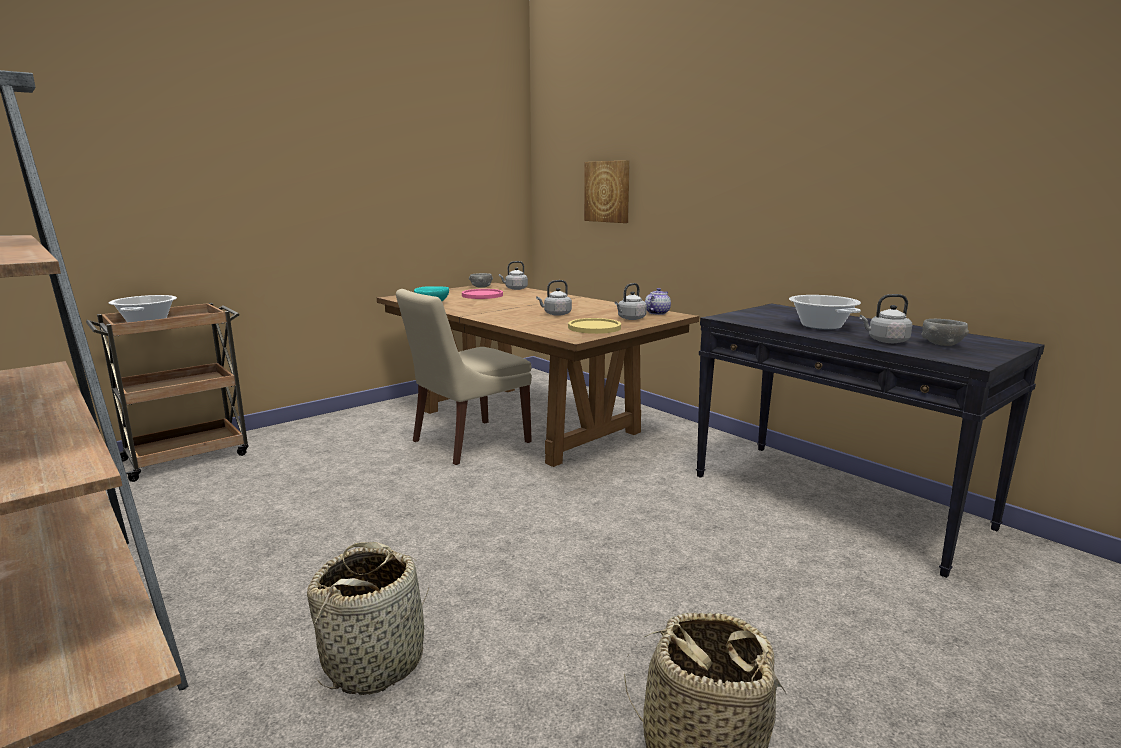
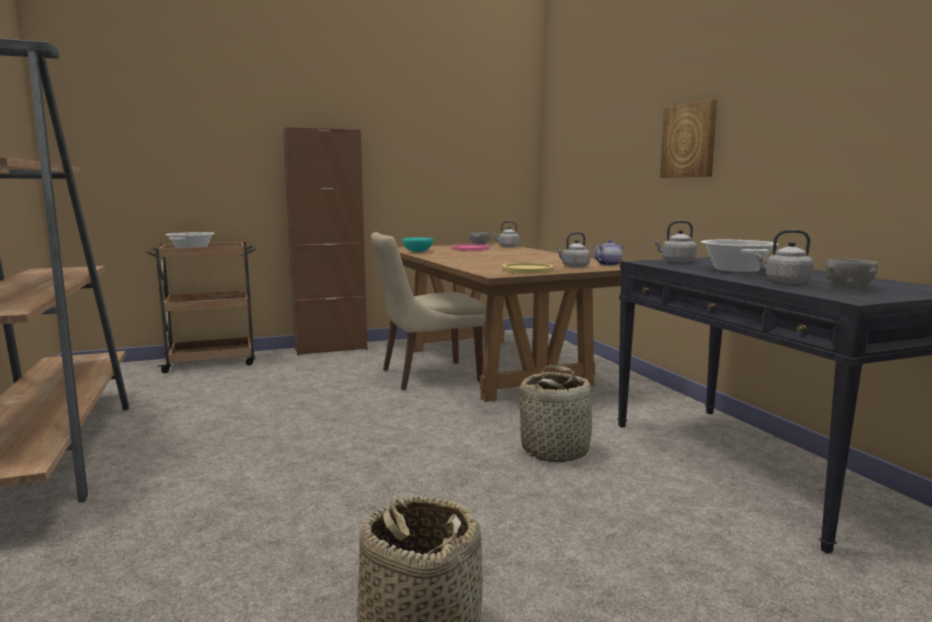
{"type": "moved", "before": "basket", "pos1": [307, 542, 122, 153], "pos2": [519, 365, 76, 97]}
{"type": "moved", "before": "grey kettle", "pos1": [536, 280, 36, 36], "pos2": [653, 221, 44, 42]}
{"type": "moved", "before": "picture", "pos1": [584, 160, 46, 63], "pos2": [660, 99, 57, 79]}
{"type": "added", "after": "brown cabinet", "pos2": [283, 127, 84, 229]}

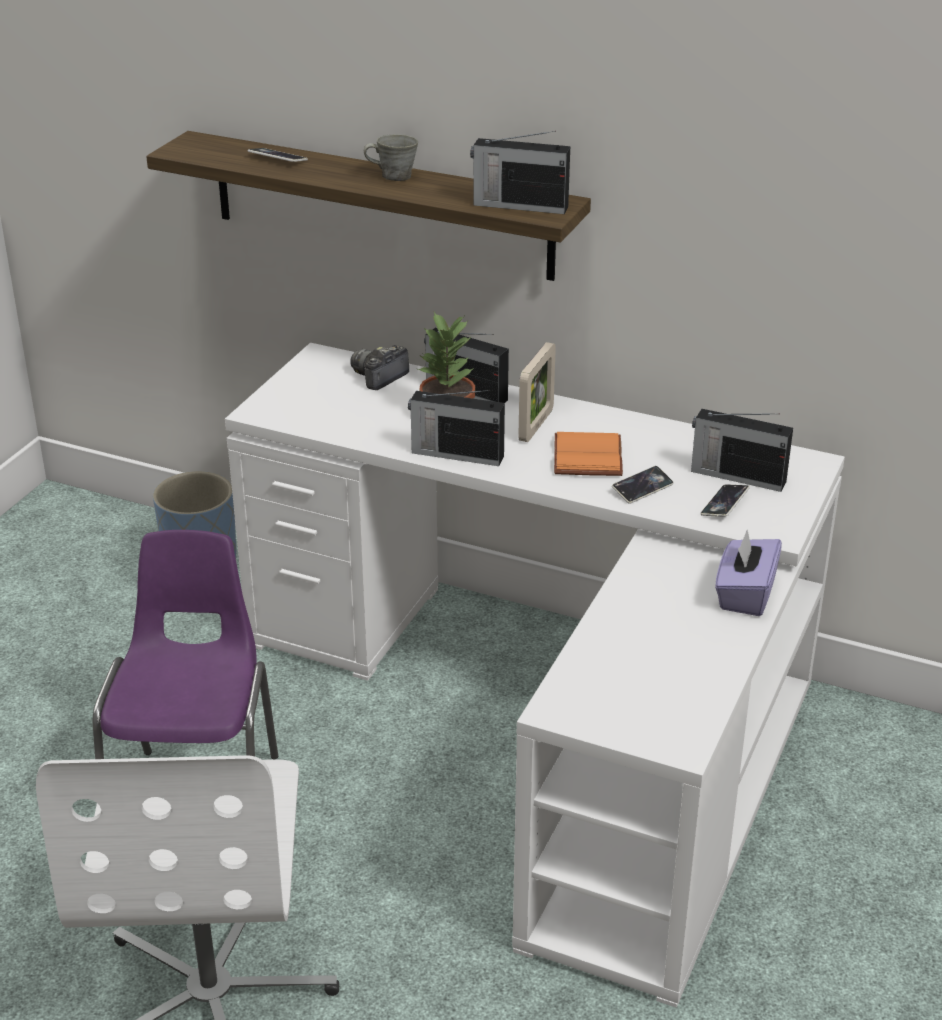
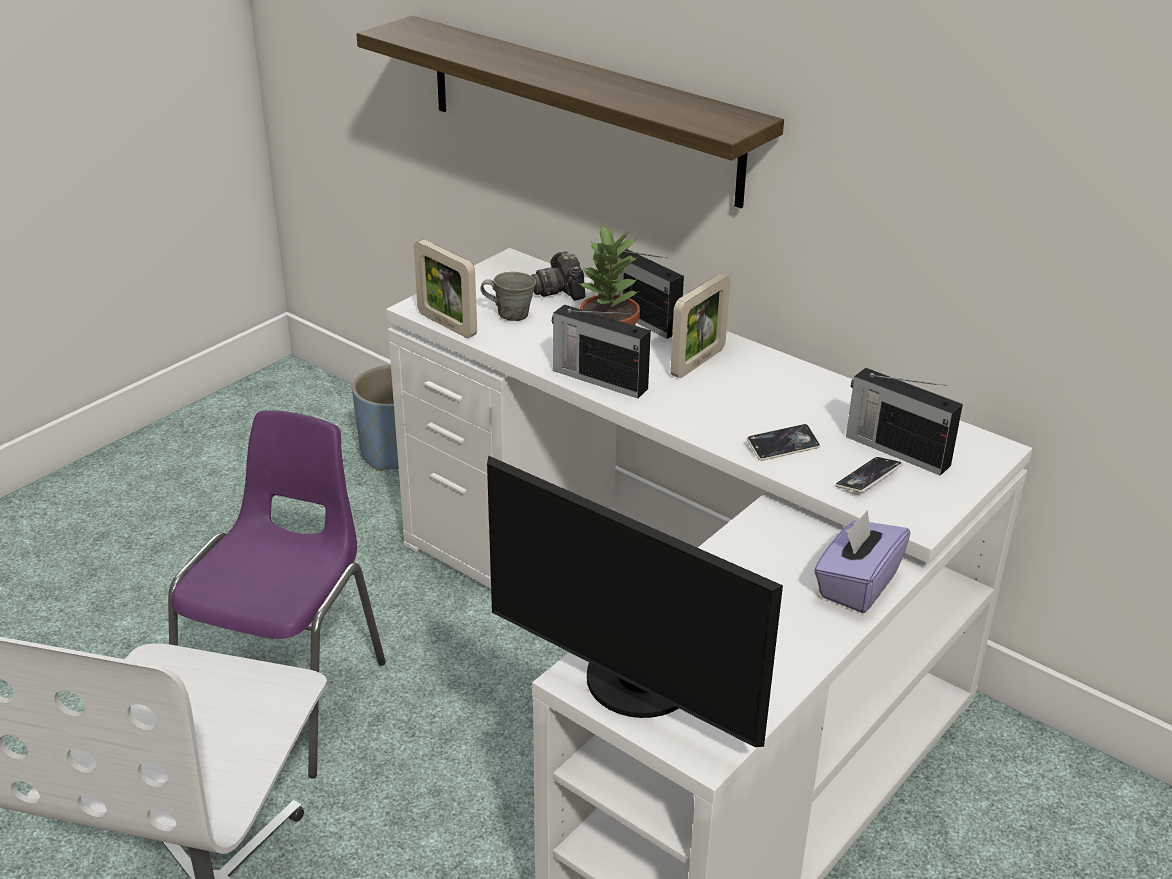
{"type": "removed", "before": "phone", "pos1": [248, 148, 60, 14]}
{"type": "turned", "before": "photo camera", "pos1": [350, 345, 59, 45], "pos2": [531, 251, 54, 50], "turn": -75}
{"type": "moved", "before": "grey mug", "pos1": [364, 134, 54, 47], "pos2": [480, 272, 56, 49]}
{"type": "removed", "before": "radio", "pos1": [470, 131, 100, 83]}
{"type": "removed", "before": "orange book", "pos1": [554, 432, 69, 44]}
{"type": "added", "after": "picture frame", "pos2": [414, 239, 63, 99]}
{"type": "added", "after": "monitor", "pos2": [487, 455, 296, 292]}

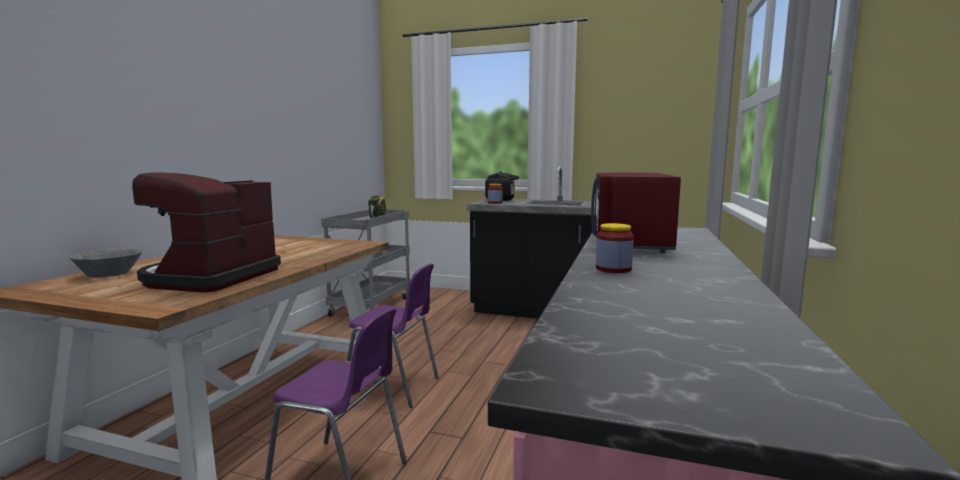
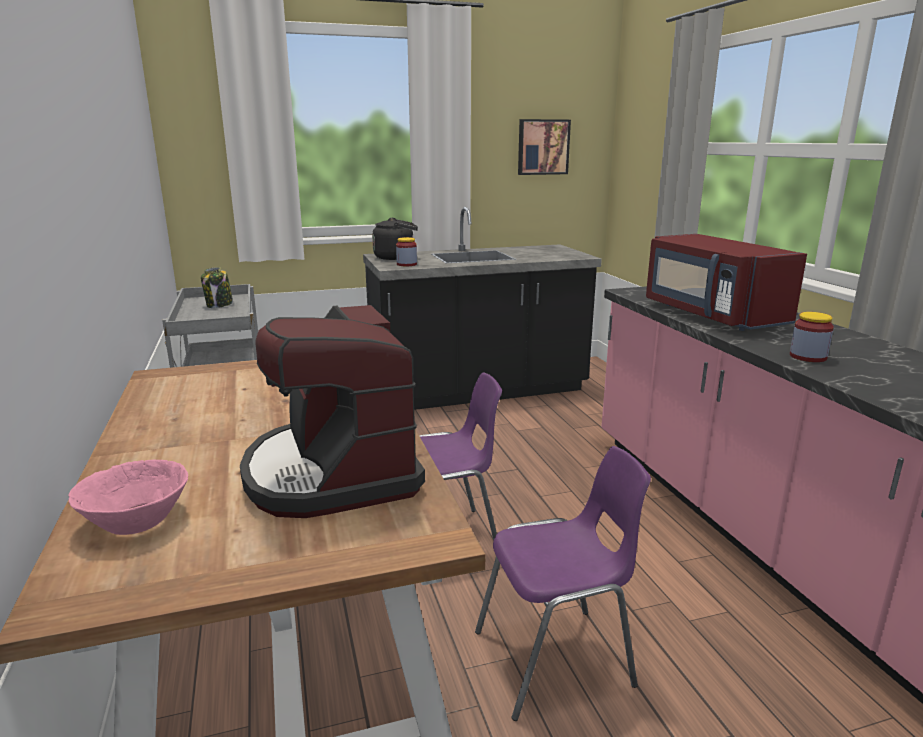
{"type": "recoloured", "before": "grey bowl", "after": "pink bowl", "pos1": [69, 248, 73, 30], "pos2": [68, 460, 120, 75]}
{"type": "added", "after": "picture", "pos2": [518, 119, 53, 56]}

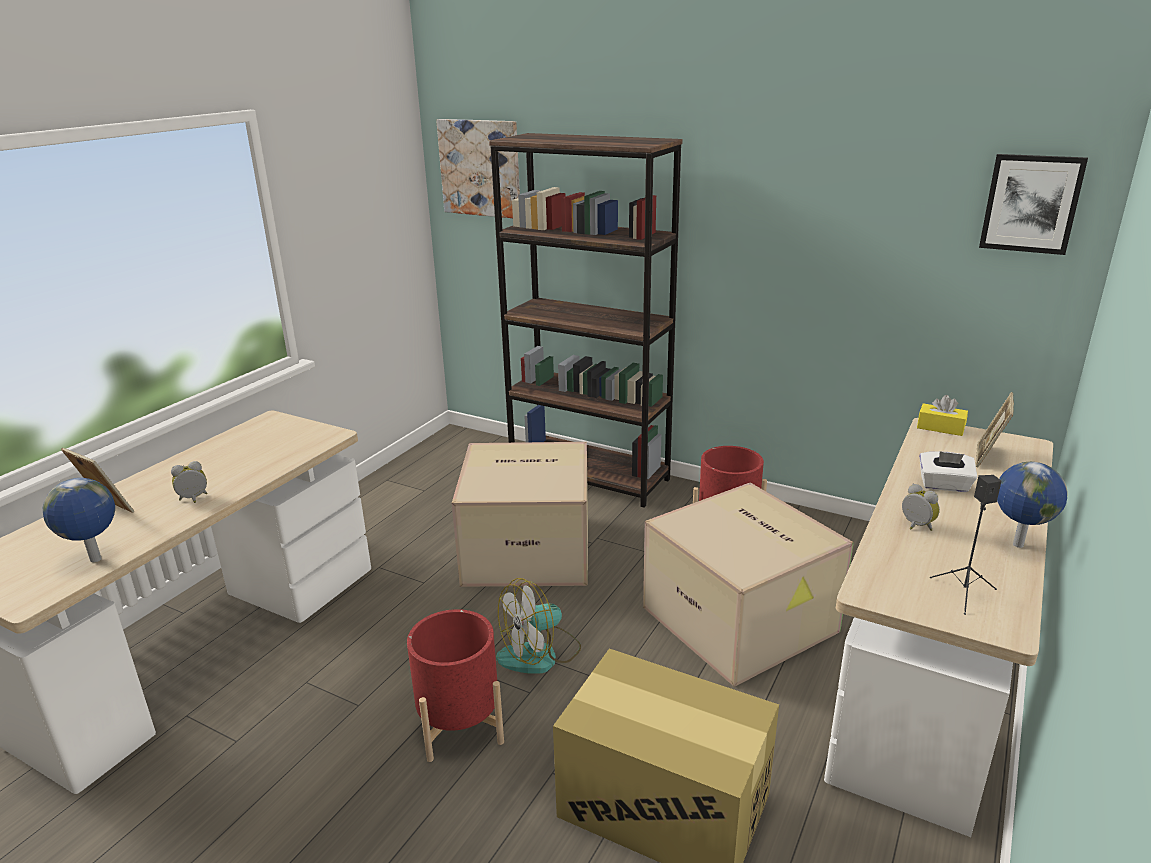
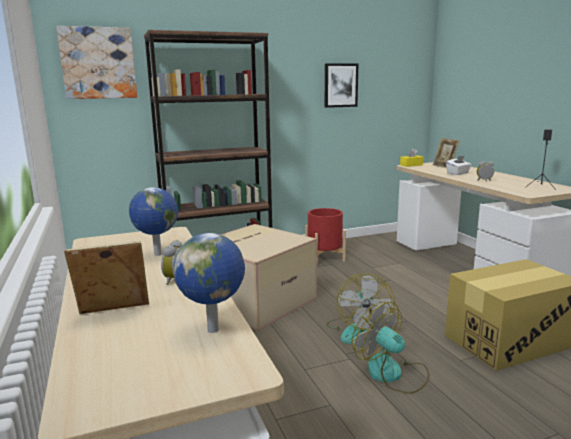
{"type": "replaced", "before": "red planter", "after": "fan", "pos1": [407, 609, 97, 153], "pos2": [352, 302, 77, 92]}
{"type": "removed", "before": "cardboard box", "pos1": [643, 482, 211, 205]}
{"type": "moved", "before": "picture", "pos1": [979, 154, 109, 101], "pos2": [325, 63, 33, 45]}
{"type": "moved", "before": "globe", "pos1": [997, 462, 70, 86], "pos2": [129, 187, 49, 69]}

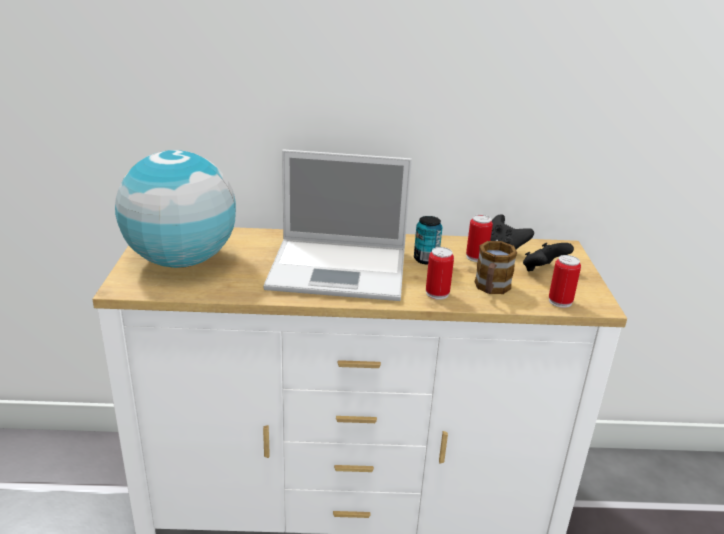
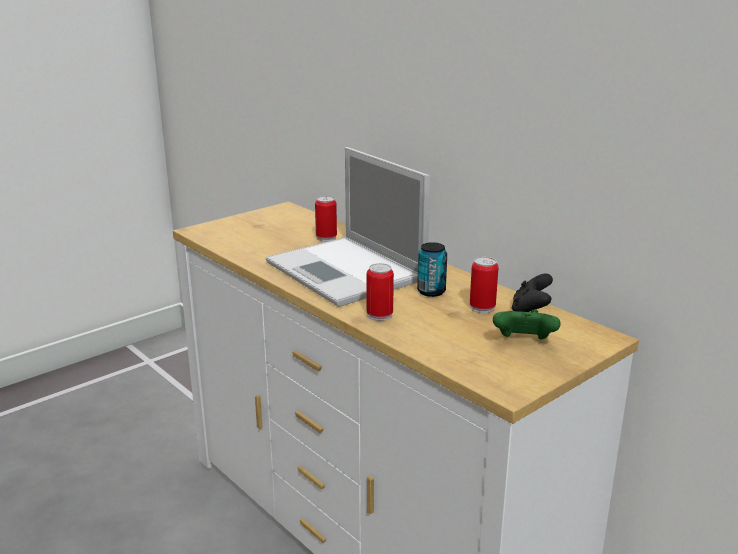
{"type": "removed", "before": "globe", "pos1": [115, 150, 121, 118]}
{"type": "removed", "before": "mug", "pos1": [474, 241, 43, 53]}
{"type": "recoloured", "before": "black game controller", "after": "green game controller", "pos1": [523, 243, 51, 28], "pos2": [493, 310, 68, 30]}
{"type": "moved", "before": "can", "pos1": [549, 255, 32, 53], "pos2": [315, 196, 22, 45]}

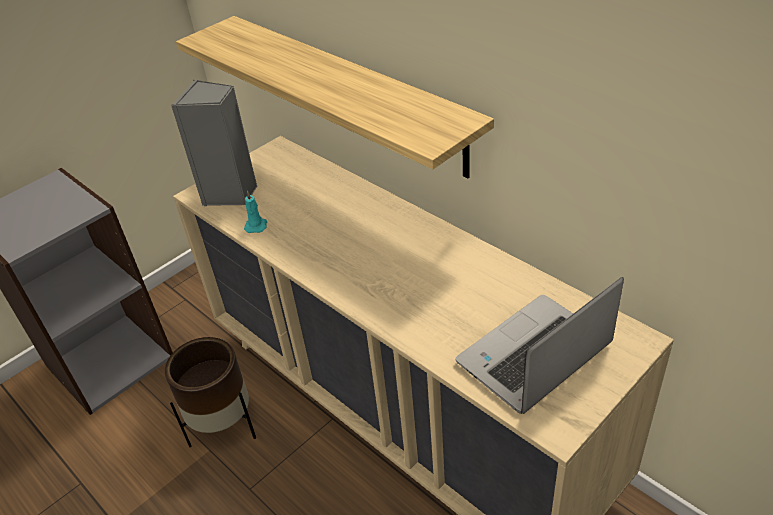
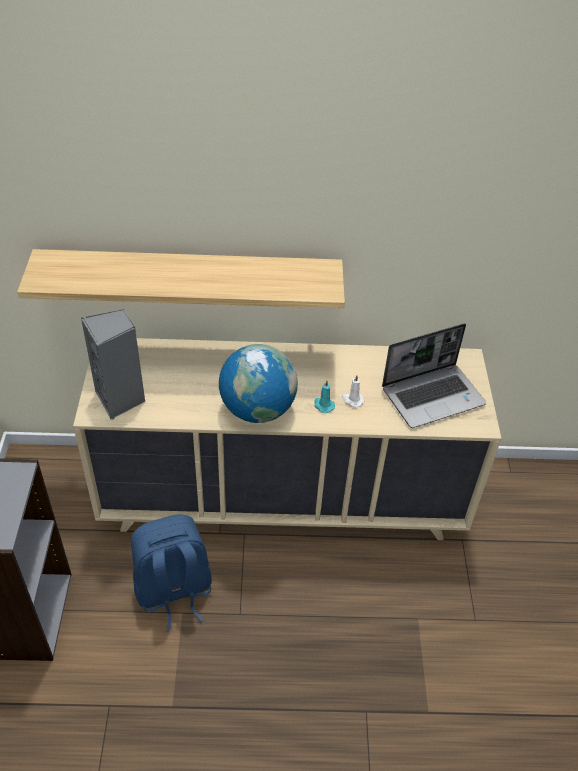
{"type": "replaced", "before": "brown planter", "after": "blue backpack", "pos1": [165, 337, 91, 110], "pos2": [131, 514, 81, 118]}
{"type": "moved", "before": "turquoise candle", "pos1": [244, 190, 23, 43], "pos2": [314, 380, 21, 33]}
{"type": "turned", "before": "laptop", "pos1": [455, 277, 169, 137], "pos2": [382, 323, 104, 105], "turn": -120}
{"type": "added", "after": "globe", "pos2": [219, 344, 79, 79]}
{"type": "added", "after": "white candle", "pos2": [342, 375, 22, 32]}

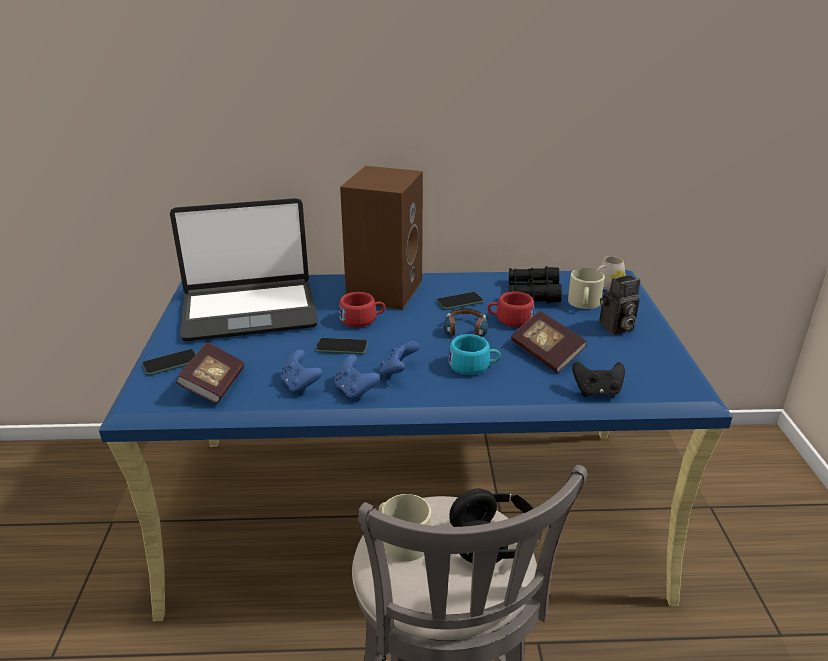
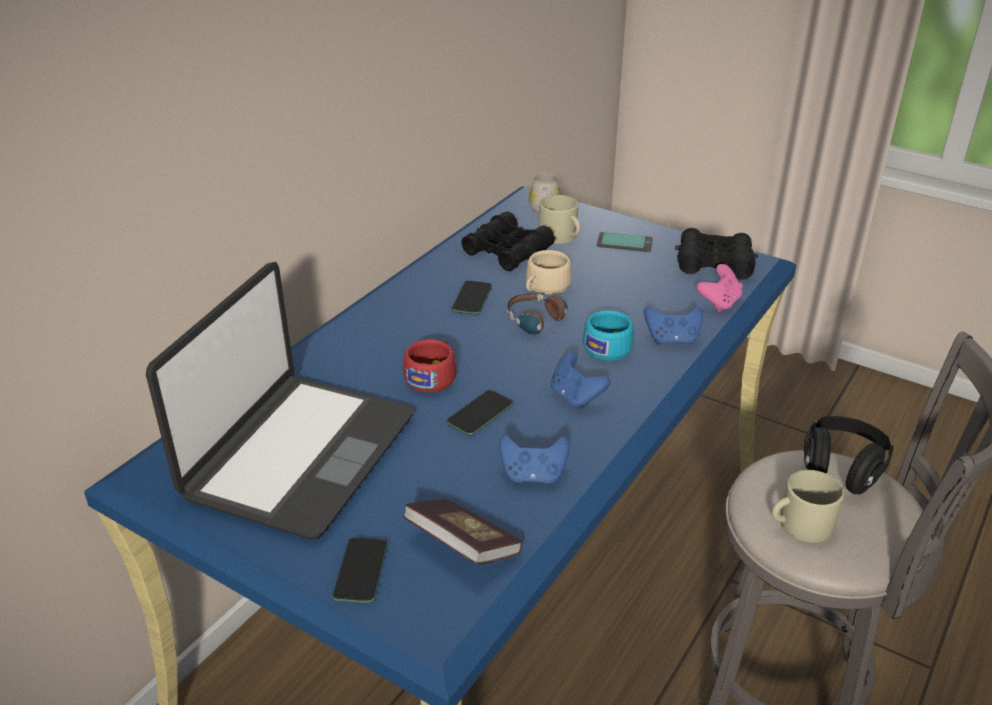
{"type": "moved", "before": "blue game controller", "pos1": [335, 355, 45, 46], "pos2": [644, 305, 59, 40]}
{"type": "removed", "before": "brown speaker", "pos1": [340, 166, 83, 144]}
{"type": "recoloured", "before": "red cup", "after": "beige cup", "pos1": [487, 291, 48, 36], "pos2": [526, 250, 46, 44]}
{"type": "removed", "before": "book", "pos1": [511, 311, 76, 62]}
{"type": "recoloured", "before": "black game controller", "after": "pink game controller", "pos1": [572, 362, 53, 35], "pos2": [696, 264, 47, 48]}
{"type": "replaced", "before": "photo camera", "after": "phone", "pos1": [599, 275, 41, 60], "pos2": [597, 232, 56, 20]}
{"type": "added", "after": "black binoculars", "pos2": [675, 228, 83, 52]}

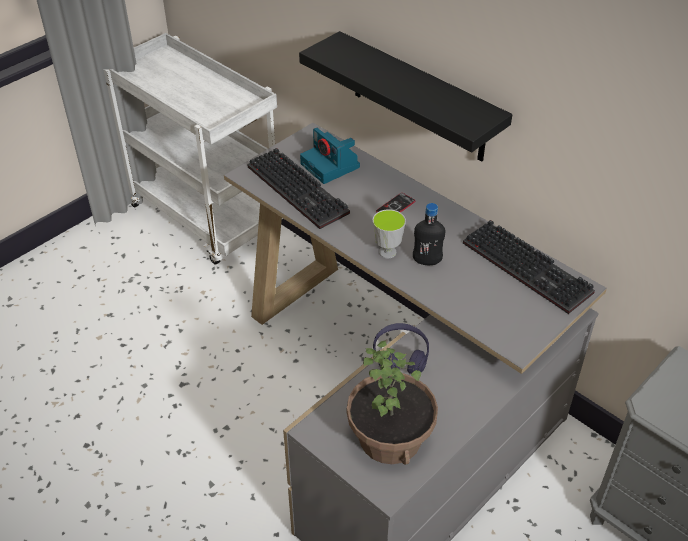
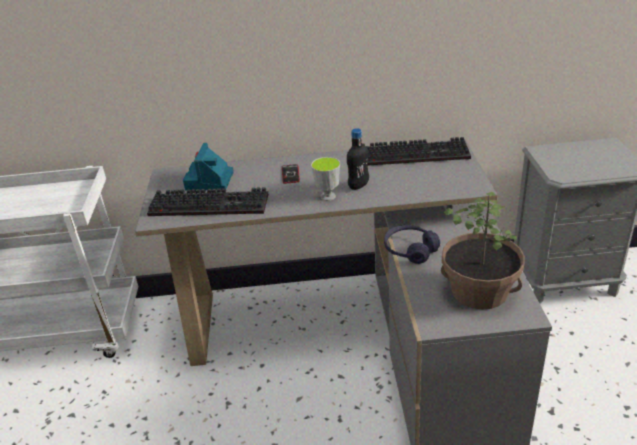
{"type": "removed", "before": "black shelf", "pos1": [299, 31, 213, 131]}
{"type": "turned", "before": "photo camera", "pos1": [300, 128, 60, 56], "pos2": [183, 143, 51, 47], "turn": 90}

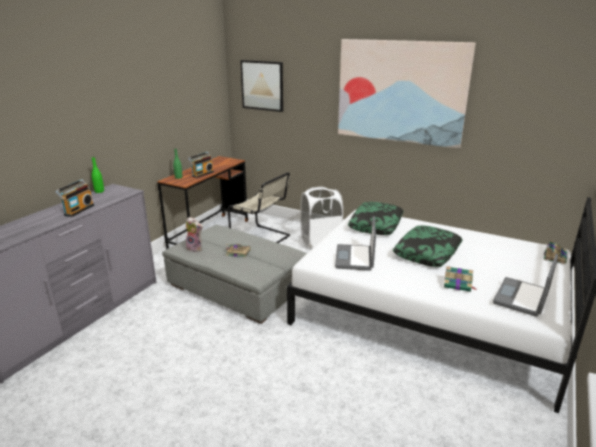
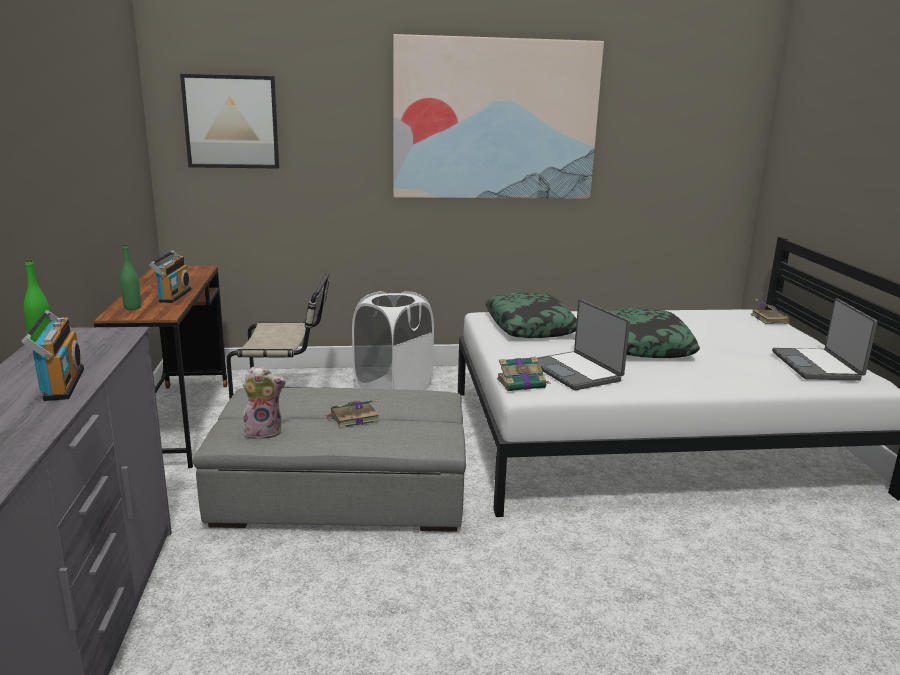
{"type": "moved", "before": "book", "pos1": [444, 266, 32, 26], "pos2": [497, 357, 53, 34]}

